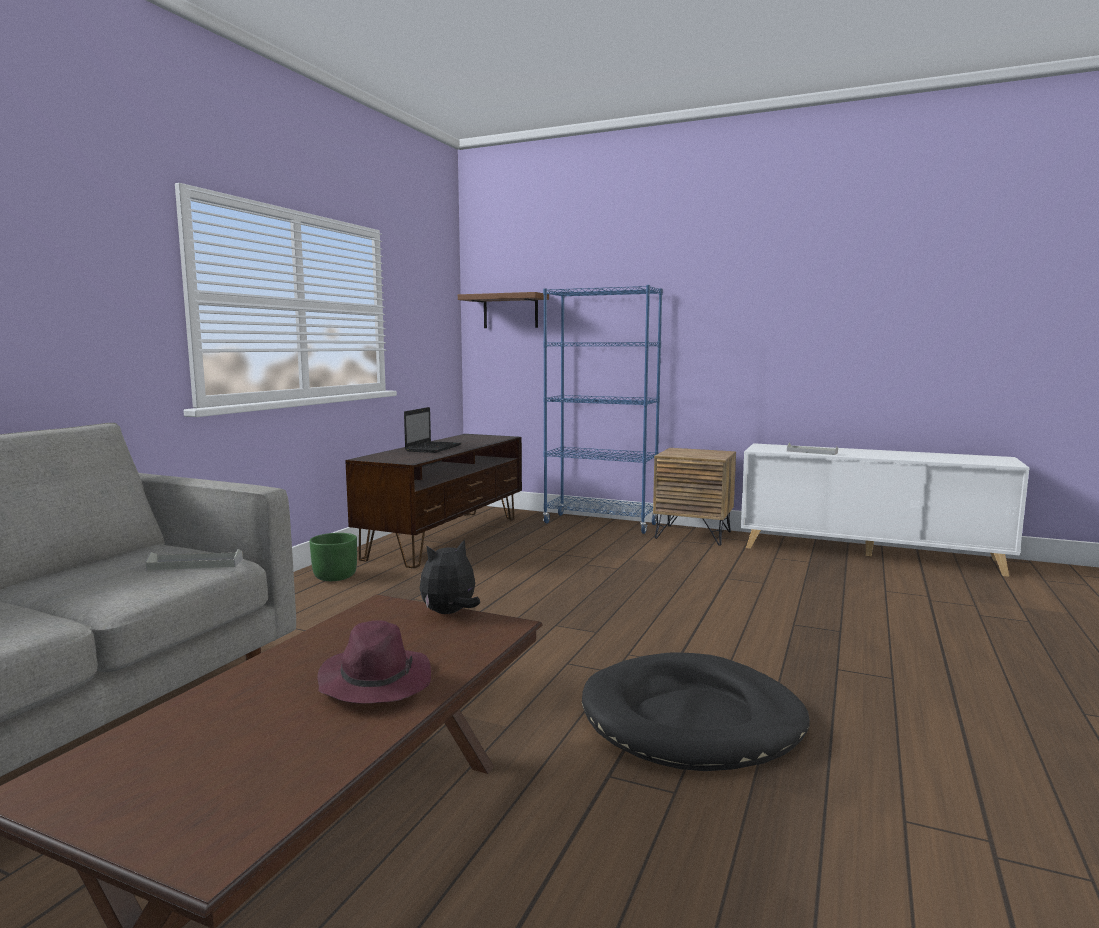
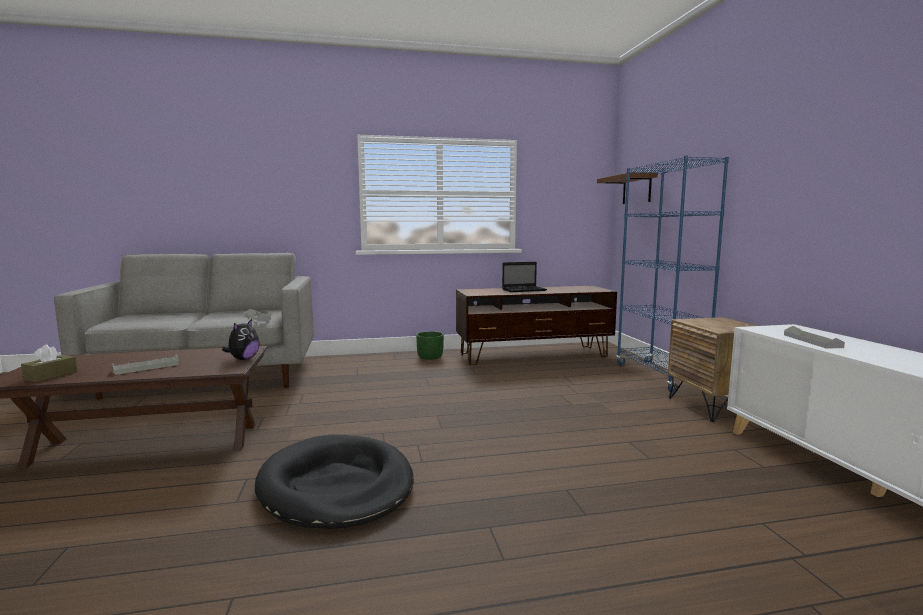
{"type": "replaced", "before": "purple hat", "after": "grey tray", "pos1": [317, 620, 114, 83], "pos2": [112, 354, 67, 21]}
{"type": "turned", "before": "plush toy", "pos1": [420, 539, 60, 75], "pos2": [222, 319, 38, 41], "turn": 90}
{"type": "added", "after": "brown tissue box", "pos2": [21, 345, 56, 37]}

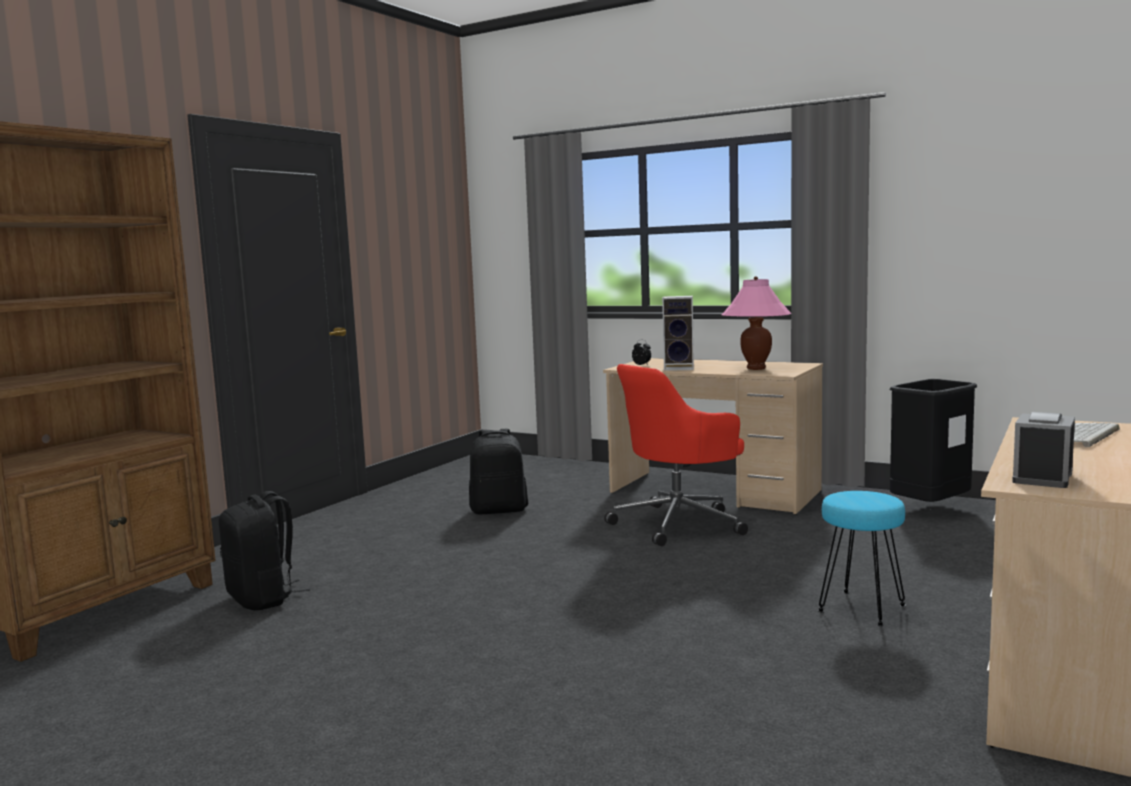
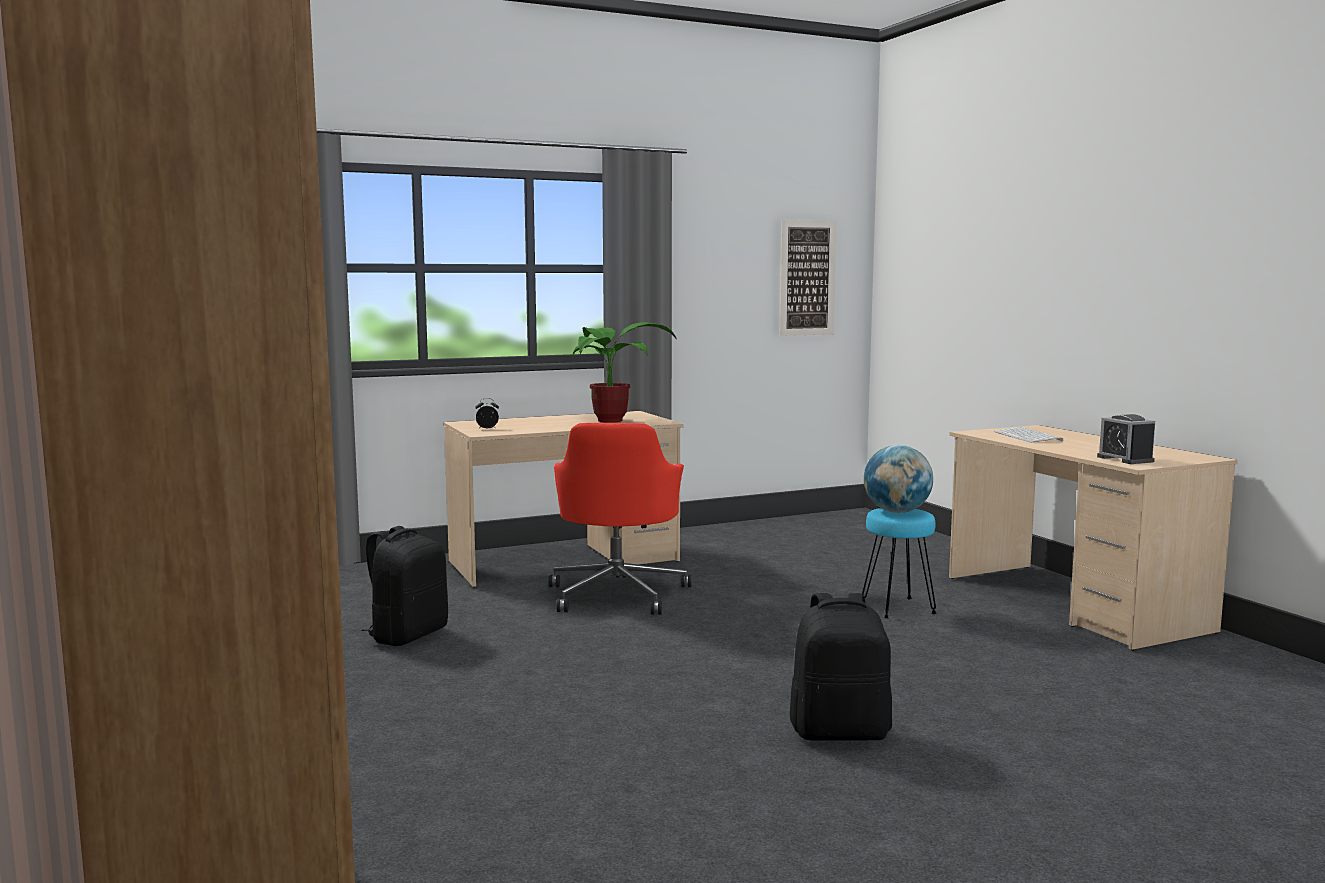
{"type": "moved", "before": "black backpack", "pos1": [219, 491, 91, 119], "pos2": [790, 593, 102, 148]}
{"type": "removed", "before": "speaker", "pos1": [662, 296, 32, 75]}
{"type": "replaced", "before": "pink table lamp", "after": "potted plant", "pos1": [722, 276, 69, 94], "pos2": [572, 322, 105, 101]}
{"type": "removed", "before": "black trash can", "pos1": [890, 379, 87, 123]}
{"type": "added", "after": "picture", "pos2": [779, 220, 58, 116]}
{"type": "added", "after": "globe", "pos2": [864, 445, 69, 68]}

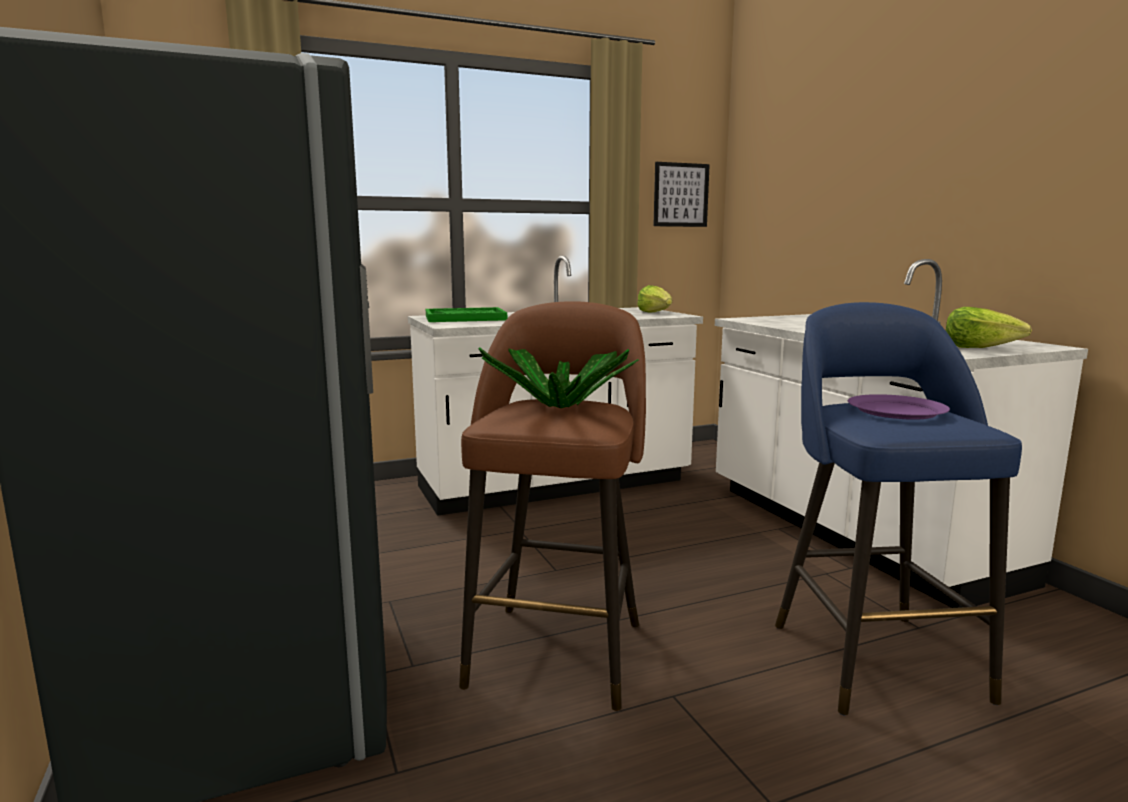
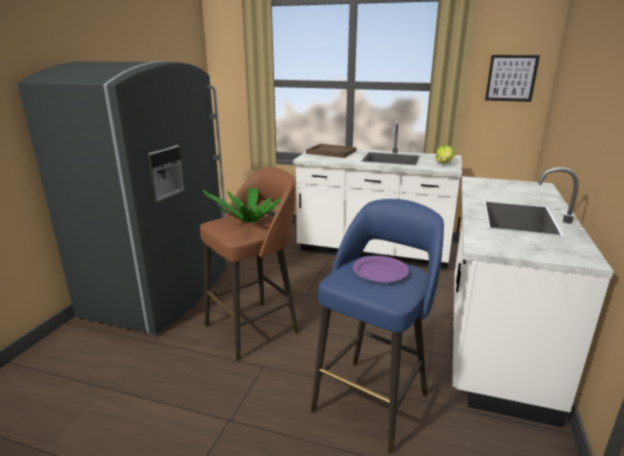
{"type": "recoloured", "before": "green tray", "after": "brown tray", "pos1": [426, 307, 81, 15], "pos2": [306, 144, 50, 14]}
{"type": "removed", "before": "lettuce", "pos1": [946, 307, 86, 41]}

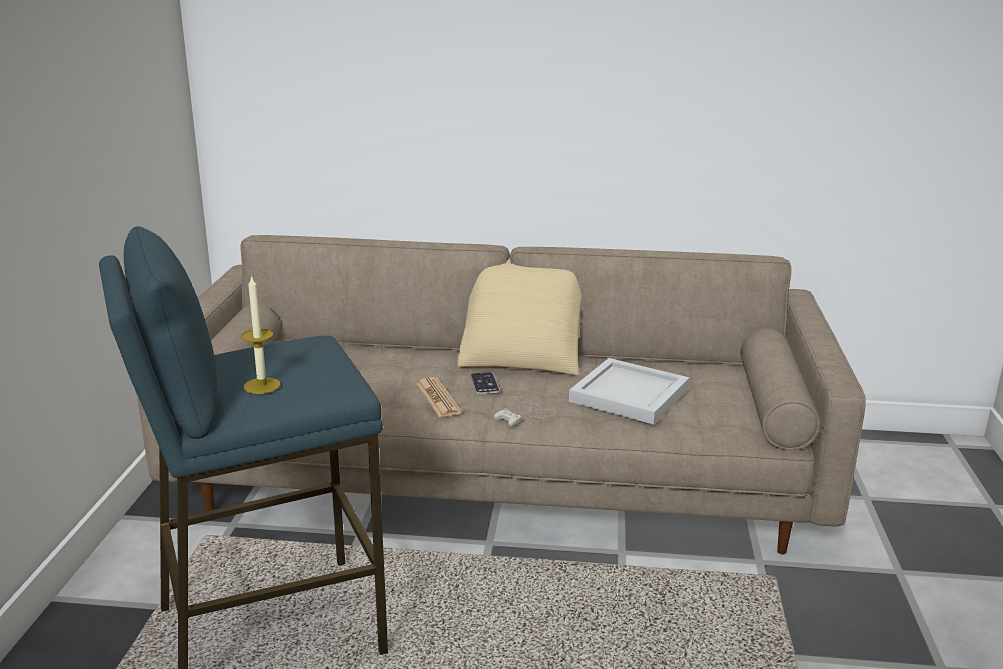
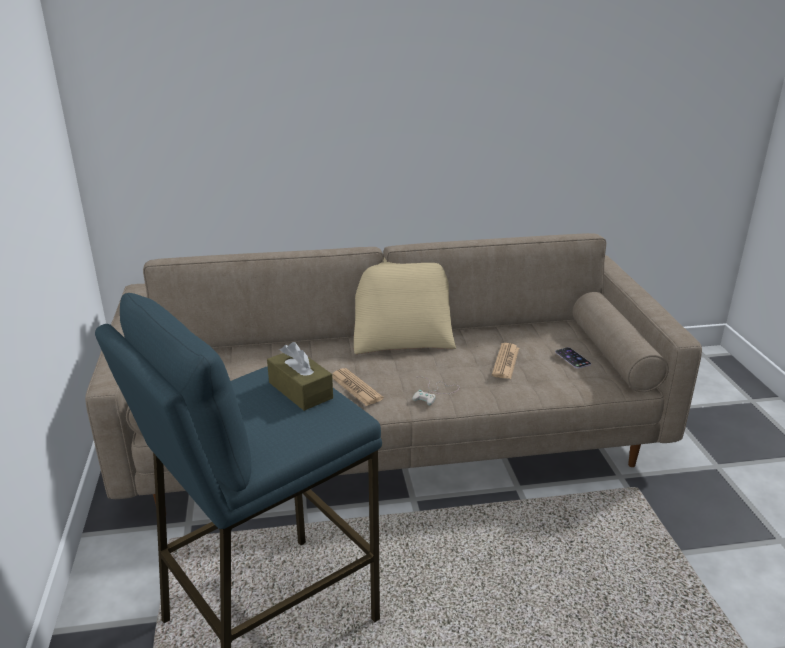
{"type": "removed", "before": "candle", "pos1": [241, 275, 39, 119]}
{"type": "moved", "before": "phone", "pos1": [471, 372, 28, 22], "pos2": [555, 347, 36, 21]}
{"type": "replaced", "before": "white tray", "after": "newspaper", "pos1": [569, 358, 120, 67], "pos2": [492, 343, 27, 36]}
{"type": "added", "after": "brown tissue box", "pos2": [267, 342, 66, 69]}

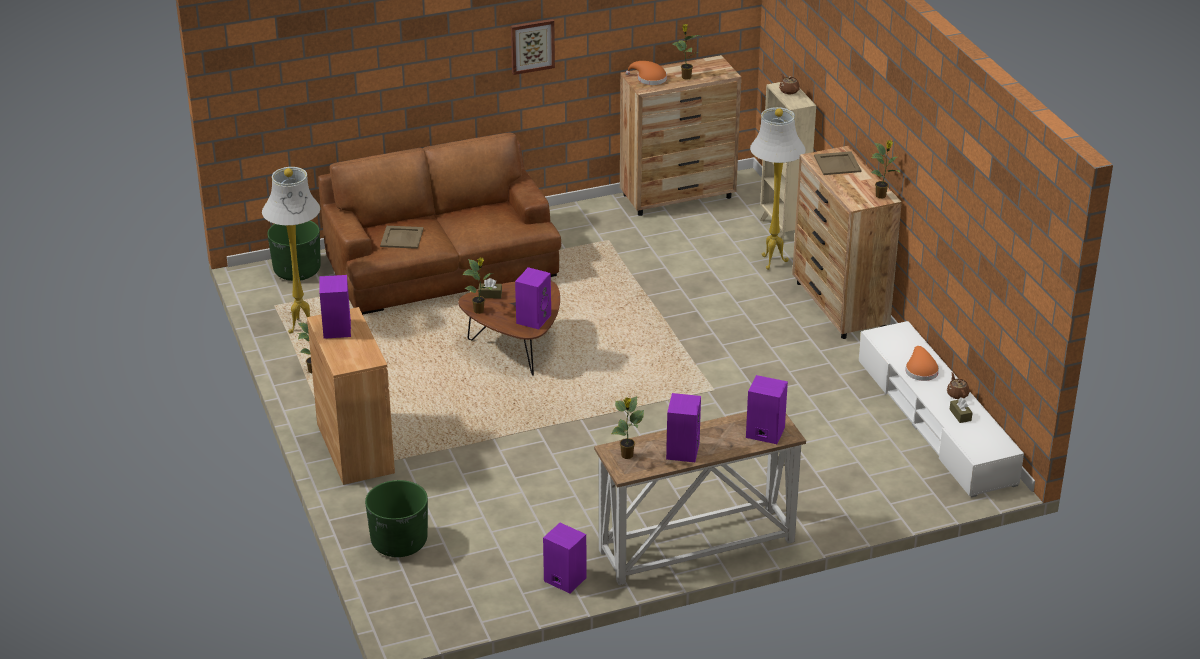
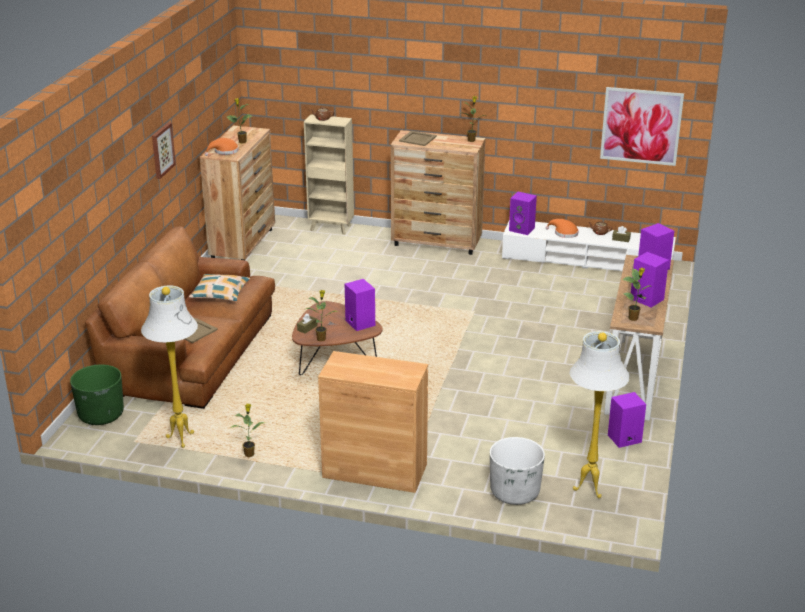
{"type": "moved", "before": "purple speaker", "pos1": [320, 275, 31, 64], "pos2": [509, 192, 28, 43]}
{"type": "recoloured", "before": "green planter", "after": "white planter", "pos1": [365, 480, 63, 77], "pos2": [490, 437, 55, 68]}
{"type": "moved", "before": "white floor lamp", "pos1": [750, 107, 56, 163], "pos2": [569, 331, 61, 167]}
{"type": "added", "after": "pillow", "pos2": [189, 274, 61, 28]}
{"type": "added", "after": "picture", "pos2": [600, 87, 84, 79]}

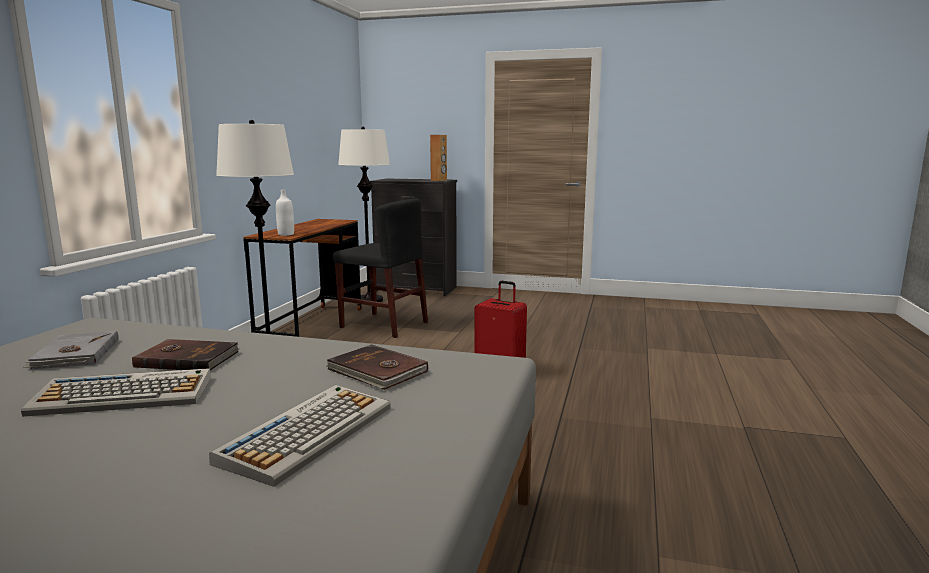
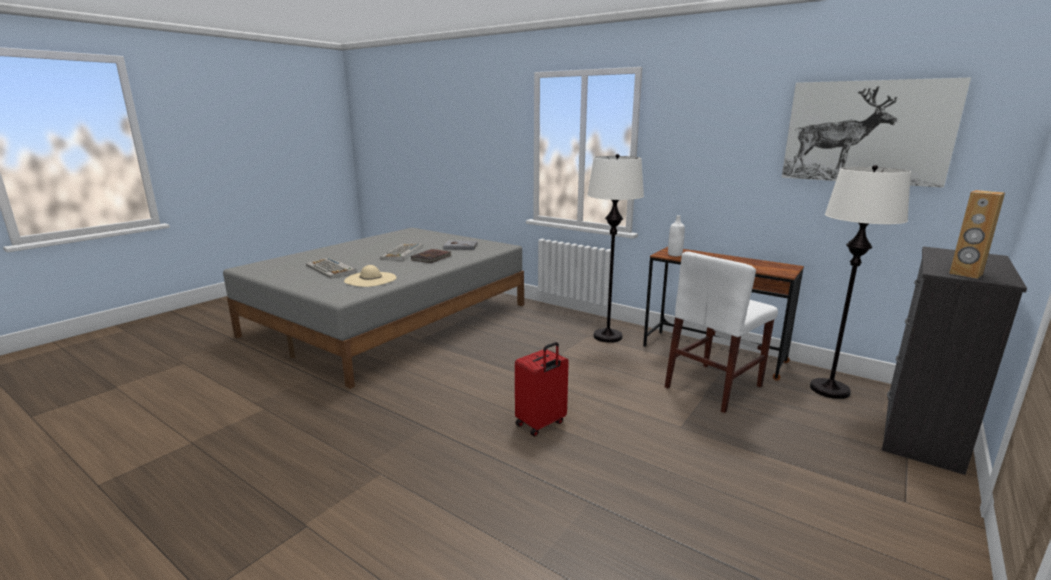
{"type": "replaced", "before": "brown book", "after": "beige hat", "pos1": [326, 344, 102, 46], "pos2": [344, 265, 53, 22]}
{"type": "recoloured", "before": "black chair", "after": "white chair", "pos1": [333, 198, 95, 140], "pos2": [665, 251, 113, 162]}
{"type": "added", "after": "picture", "pos2": [782, 78, 189, 110]}

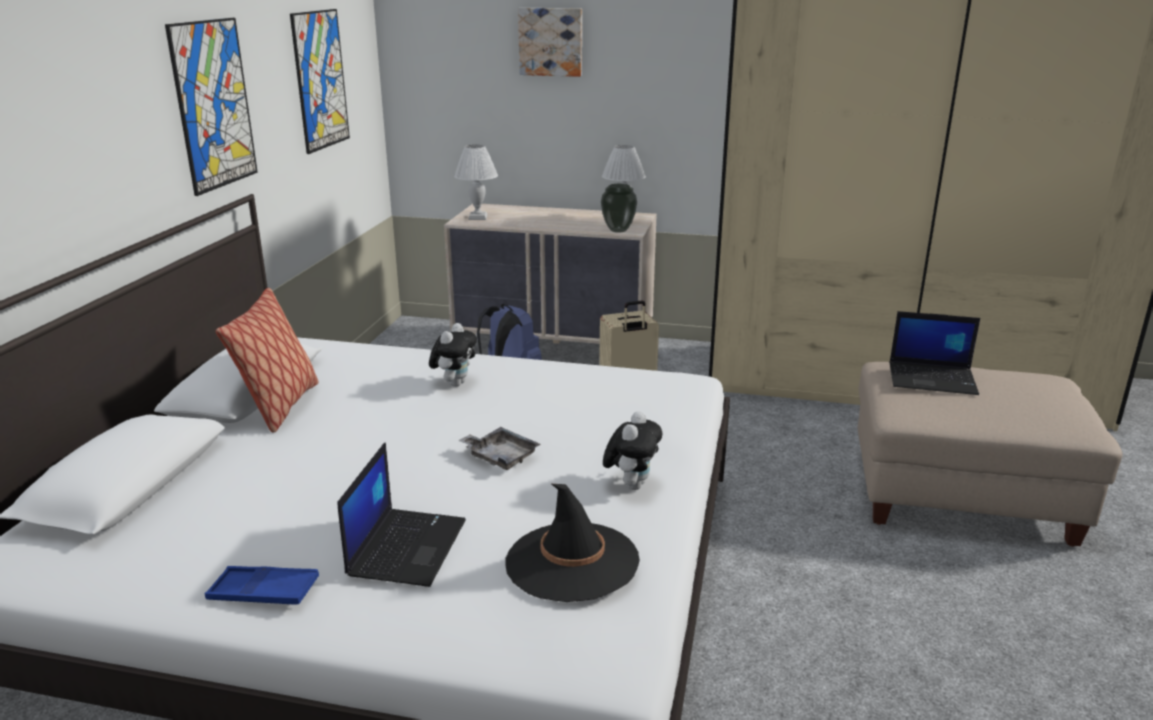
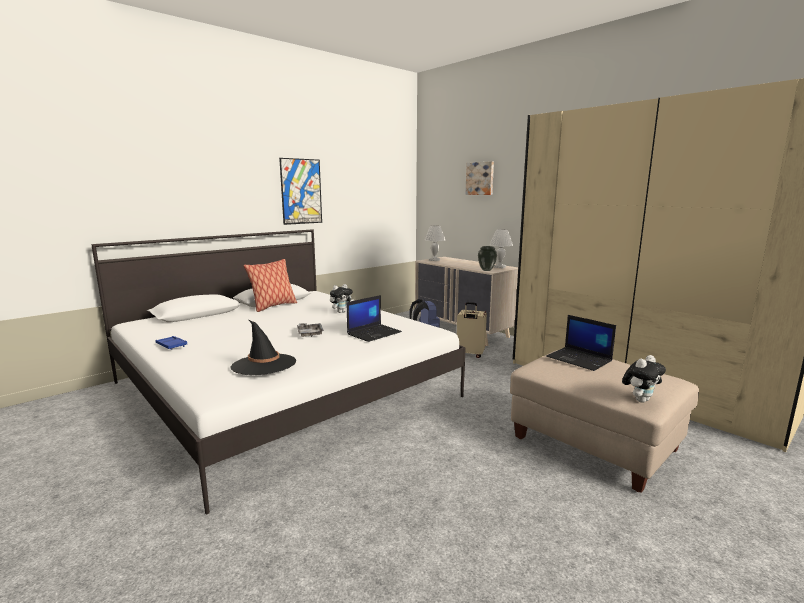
{"type": "removed", "before": "picture", "pos1": [290, 9, 60, 145]}
{"type": "moved", "before": "laptop", "pos1": [337, 442, 129, 145], "pos2": [347, 295, 55, 47]}
{"type": "moved", "before": "plush toy", "pos1": [603, 411, 59, 79], "pos2": [622, 355, 44, 48]}

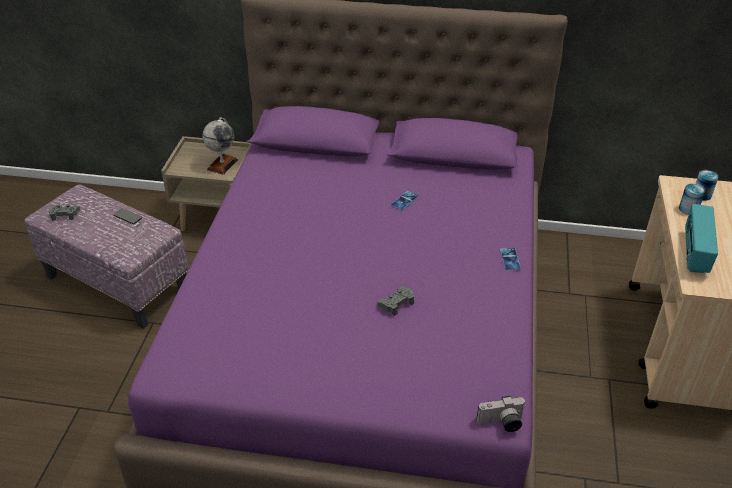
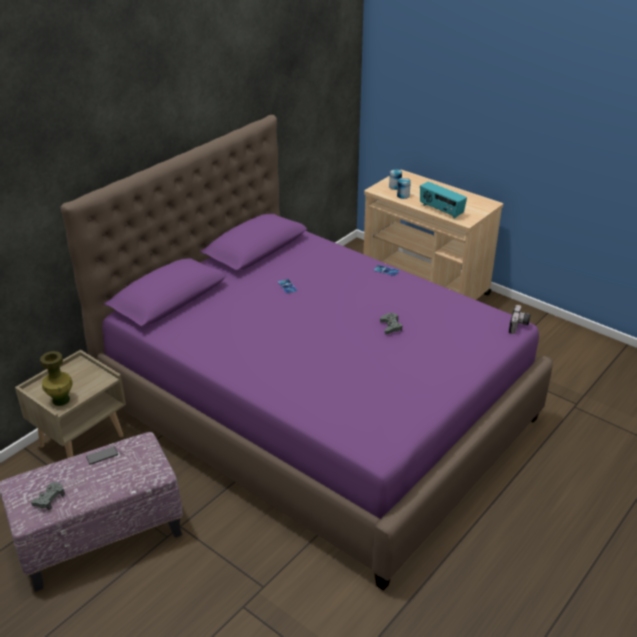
{"type": "removed", "before": "globe", "pos1": [203, 117, 35, 58]}
{"type": "added", "after": "green vase", "pos2": [40, 351, 33, 55]}

